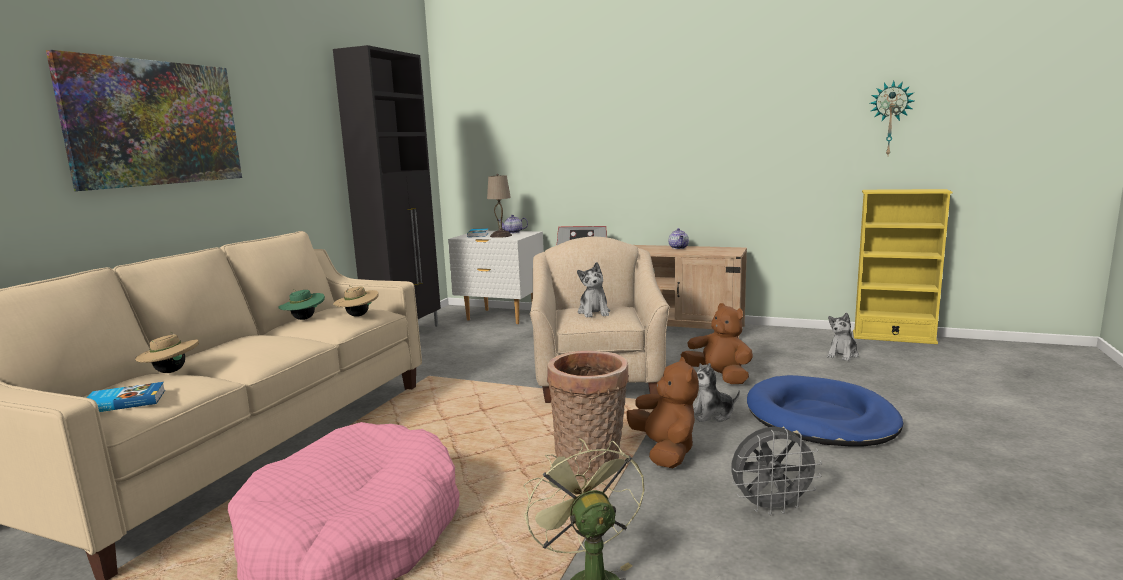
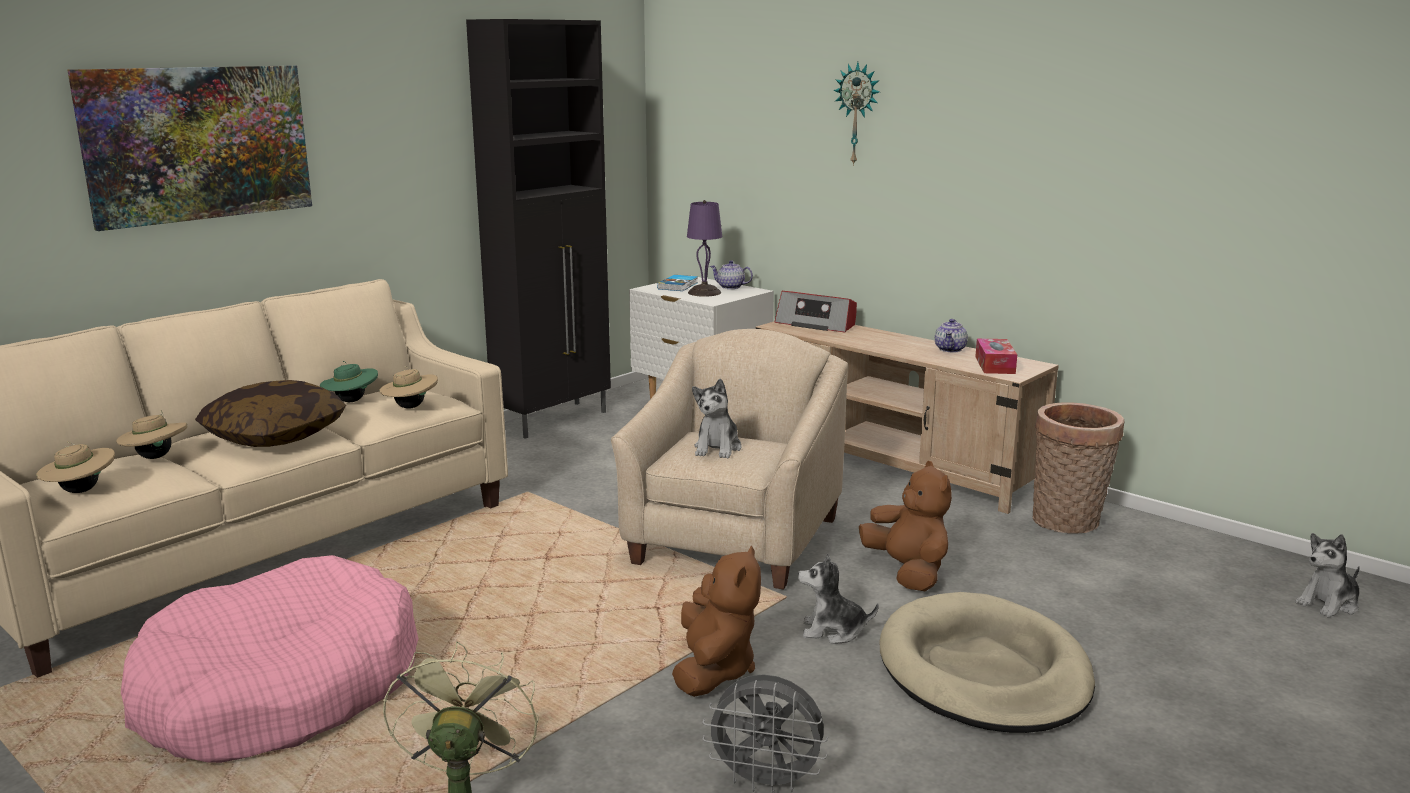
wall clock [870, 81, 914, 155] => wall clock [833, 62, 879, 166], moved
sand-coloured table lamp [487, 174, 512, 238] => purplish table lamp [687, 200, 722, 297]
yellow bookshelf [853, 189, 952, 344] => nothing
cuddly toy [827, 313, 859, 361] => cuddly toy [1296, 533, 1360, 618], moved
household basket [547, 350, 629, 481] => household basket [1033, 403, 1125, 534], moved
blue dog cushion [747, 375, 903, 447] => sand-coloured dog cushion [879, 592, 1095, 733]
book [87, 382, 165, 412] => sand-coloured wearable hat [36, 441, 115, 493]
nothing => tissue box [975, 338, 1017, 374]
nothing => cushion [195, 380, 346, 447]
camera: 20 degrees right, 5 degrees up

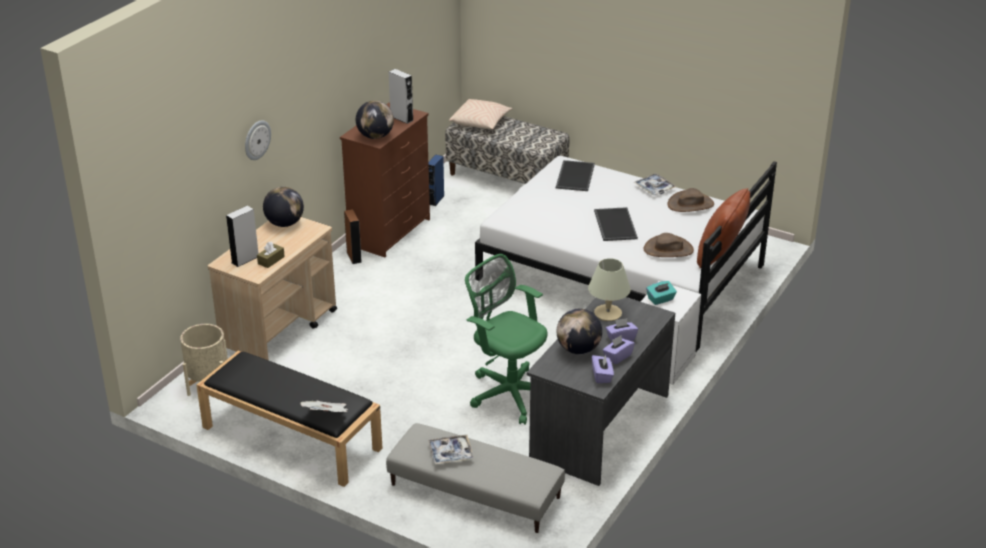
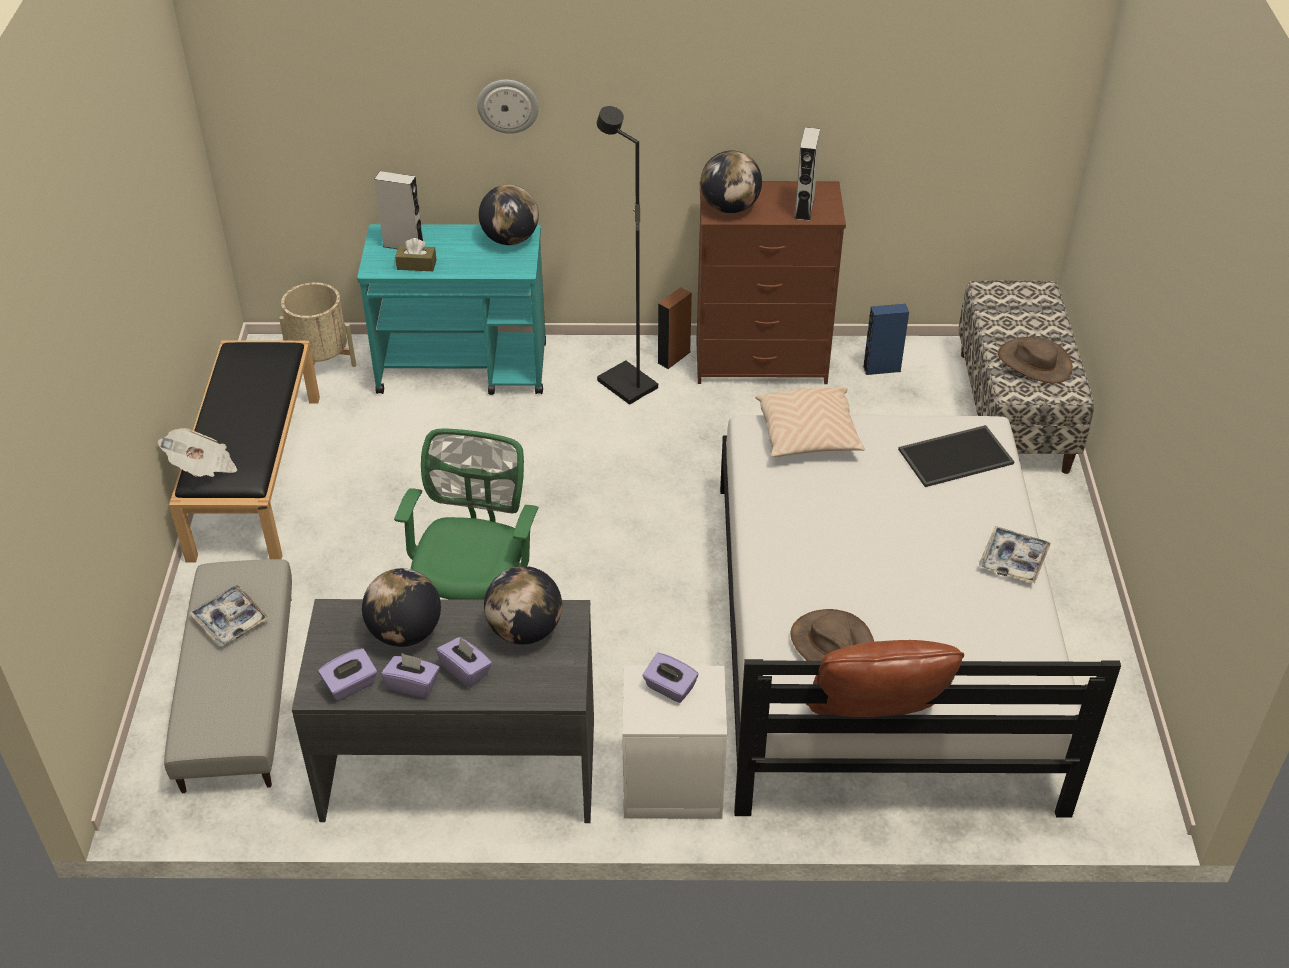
sand-coloured cushion [449, 99, 513, 129] => sand-coloured cushion [755, 387, 865, 457], moved
brown-coloured wearable hat [668, 188, 714, 212] => brown-coloured wearable hat [998, 337, 1073, 383], moved
serving tray [594, 207, 638, 241] => nothing
sand-coloured trolley [208, 217, 337, 360] => turquoise-coloured trolley [357, 224, 546, 395]
sand-coloured table lamp [588, 258, 631, 321] => desk globe [484, 566, 562, 644]
turquoise-coloured tissue box [646, 281, 677, 305] => purplish tissue box [642, 653, 698, 703]
nothing => black-coloured standing lamp [597, 106, 658, 405]
camera: 60 degrees right, 10 degrees up

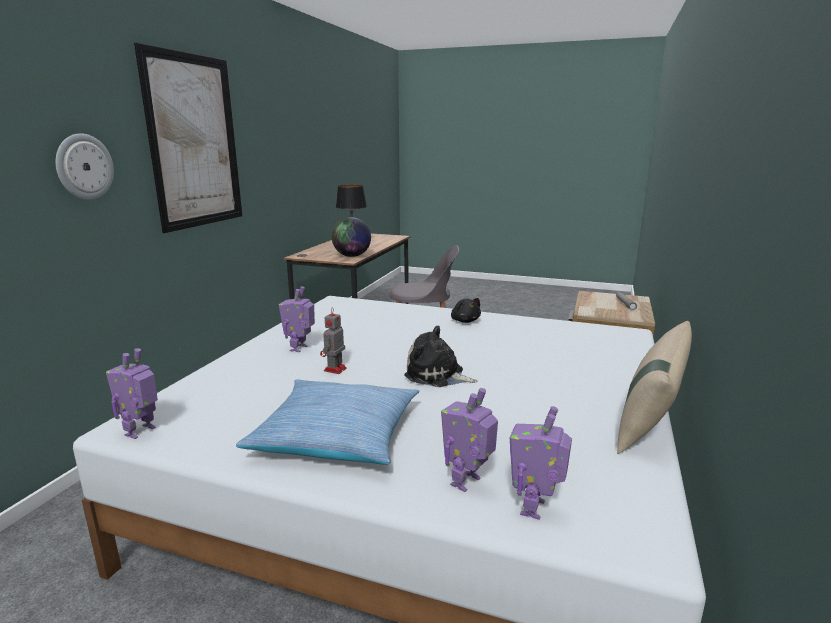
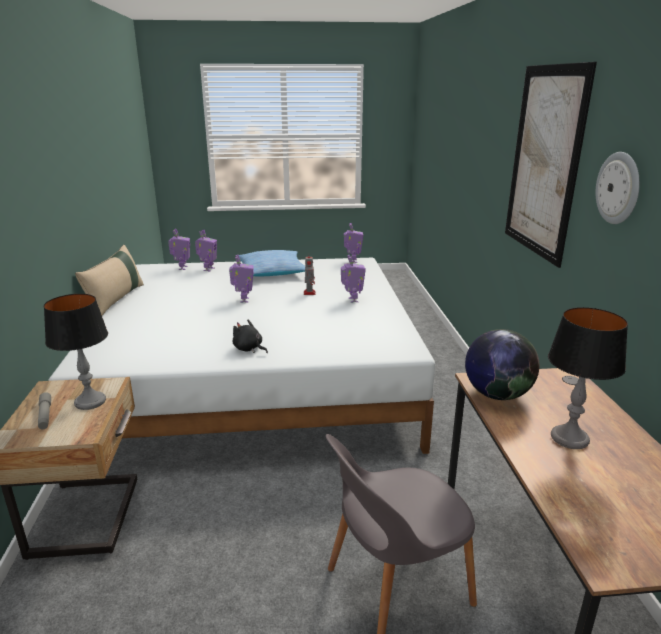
wall clock [56, 133, 114, 200] => wall clock [596, 152, 640, 224], moved
cuddly toy [404, 325, 478, 387] => model robot [229, 255, 254, 303]
nothing => table lamp [44, 294, 108, 410]
camera: 155 degrees right, 5 degrees up

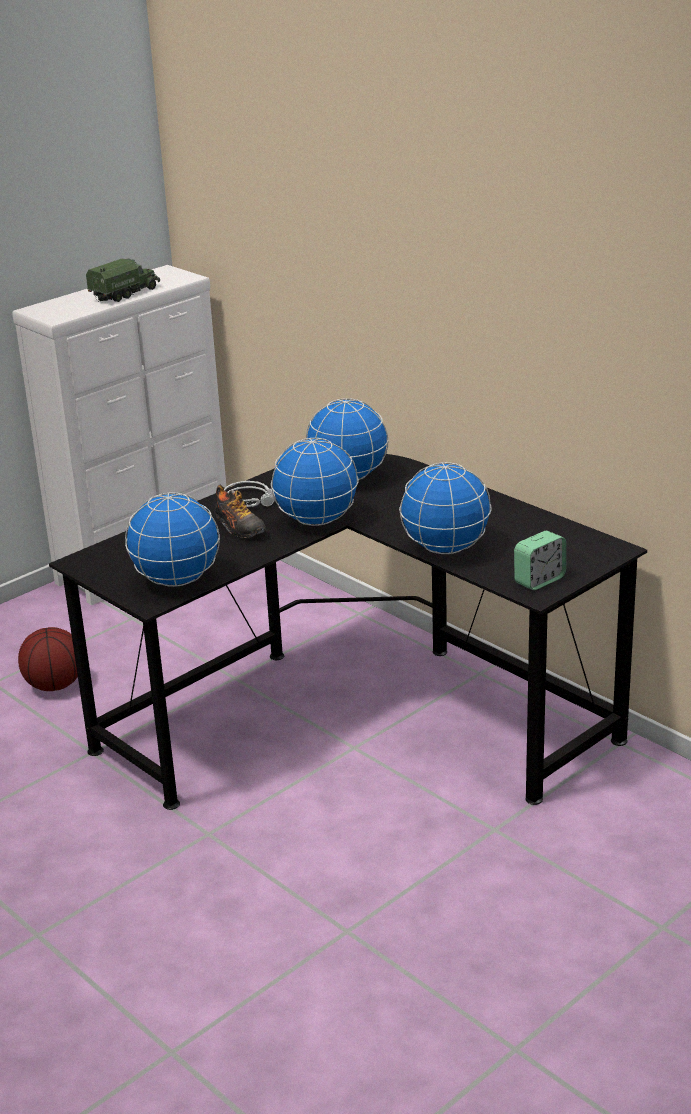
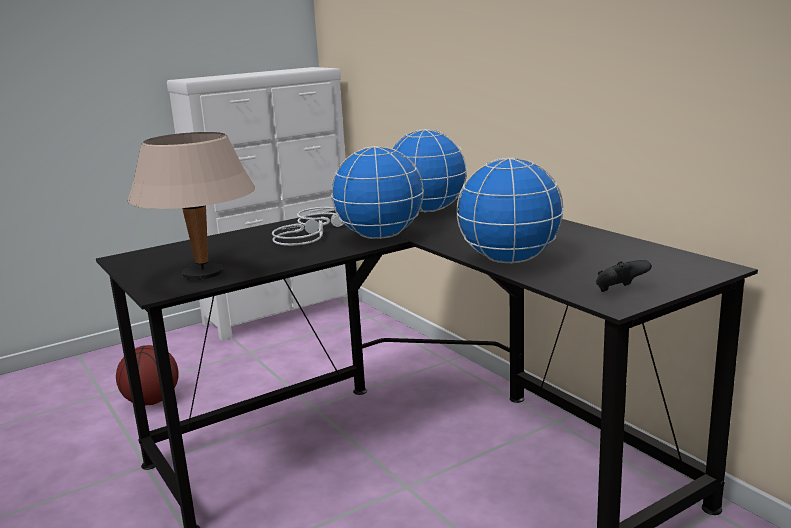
model truck [86, 258, 160, 302] => nothing
shoe [215, 485, 266, 538] => greyish headset [272, 219, 323, 246]
desk globe [125, 492, 220, 587] => sand-coloured table lamp [128, 132, 255, 280]
table clock [514, 531, 566, 590] => black-coloured gamepad [596, 260, 652, 292]
camera: 10 degrees right, 10 degrees down

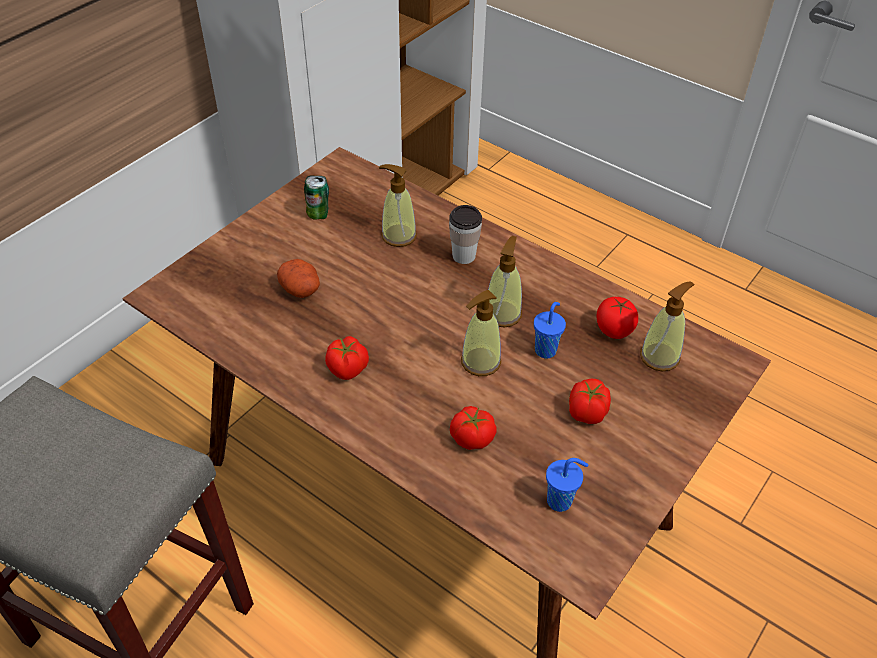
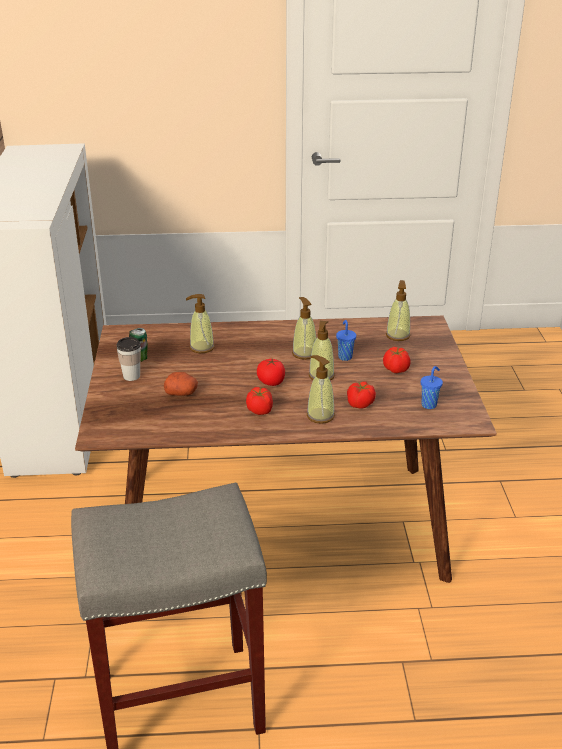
drinking cup [449, 205, 482, 264] => drinking cup [116, 337, 141, 381], moved
tomato [596, 297, 638, 339] => tomato [257, 358, 285, 386], moved
nothing => soap dispenser [307, 355, 335, 424]
camera: 40 degrees left, 15 degrees down

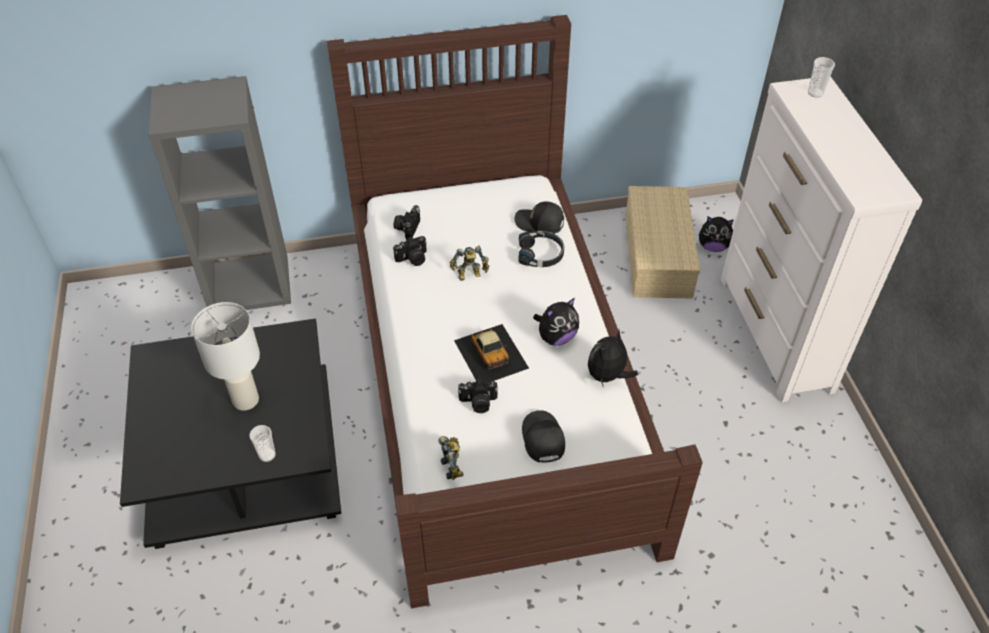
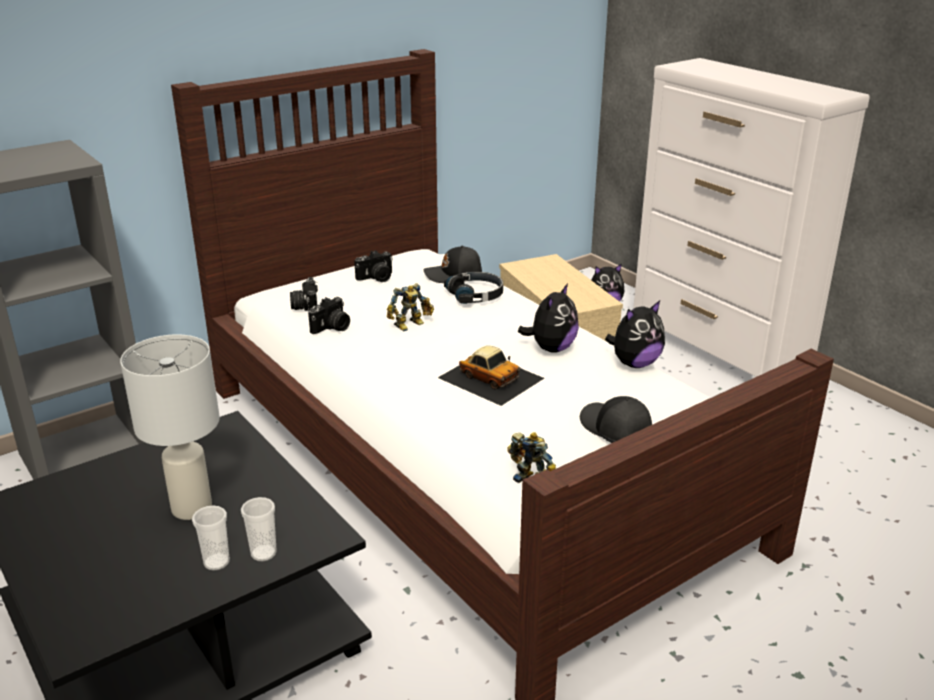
drinking cup [808, 57, 835, 98] => drinking cup [192, 505, 230, 571], moved
cuddly toy [588, 330, 638, 386] => cuddly toy [605, 301, 665, 368], 135 degrees counterclockwise
photo camera [458, 379, 498, 413] => photo camera [354, 250, 393, 282], moved
camera: 25 degrees left, 20 degrees down

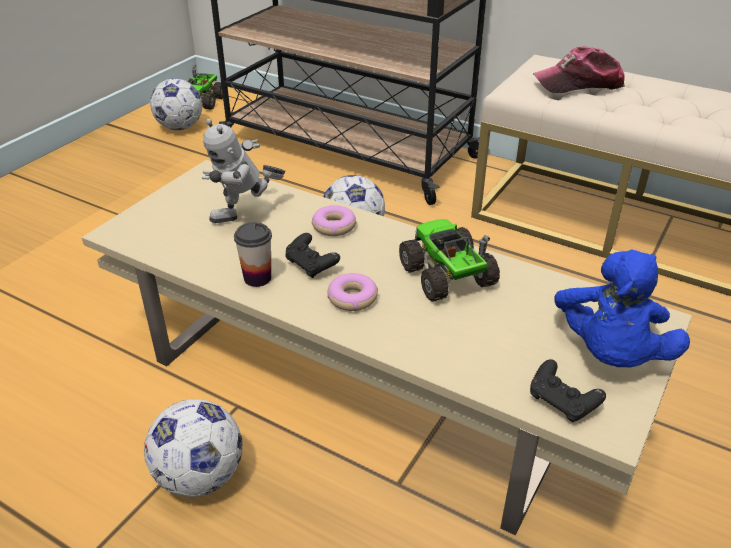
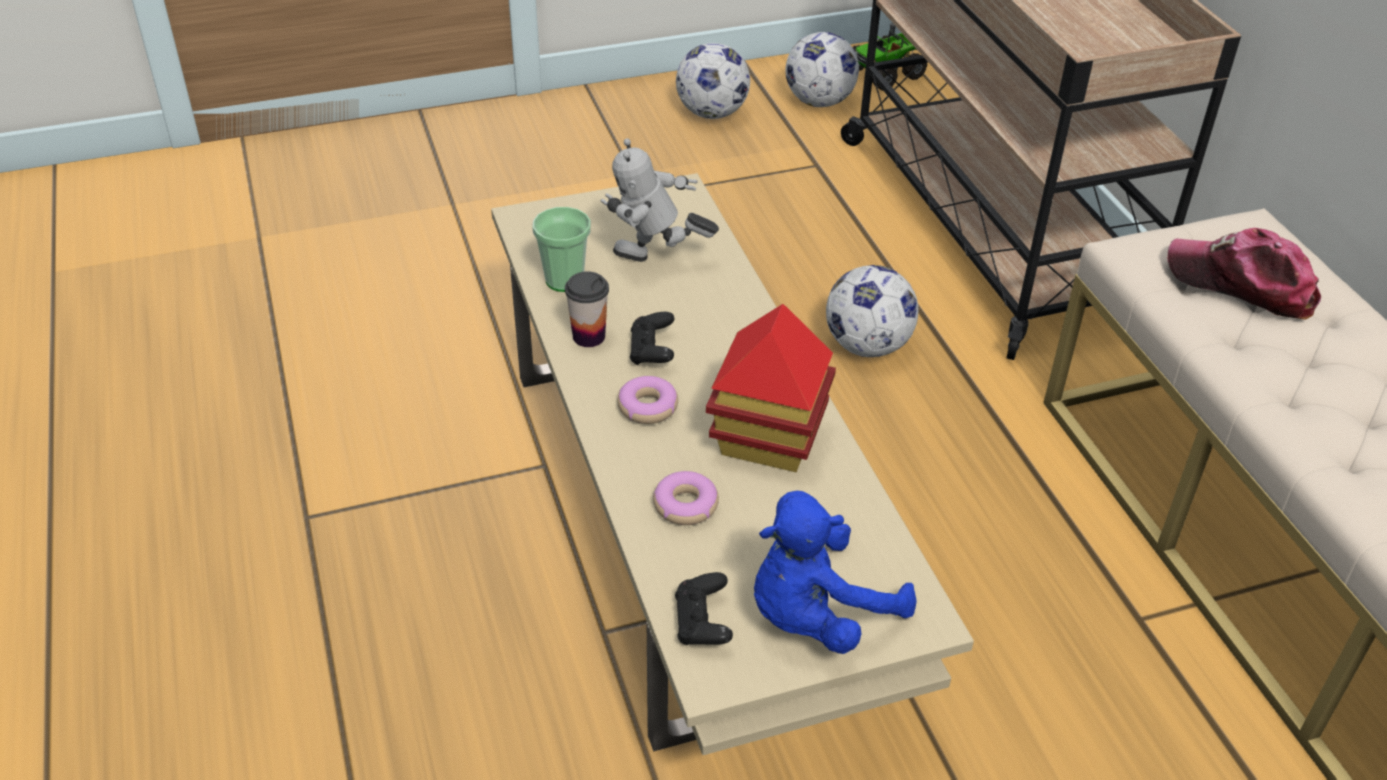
doughnut [312, 205, 356, 236] => doughnut [653, 471, 719, 525], moved
model truck [399, 219, 500, 302] => toy house [706, 304, 836, 472]
ball for football [144, 399, 242, 497] => ball for football [676, 43, 750, 119], moved
nothing => drinking cup [532, 207, 591, 292]
camera: 40 degrees right, 5 degrees up

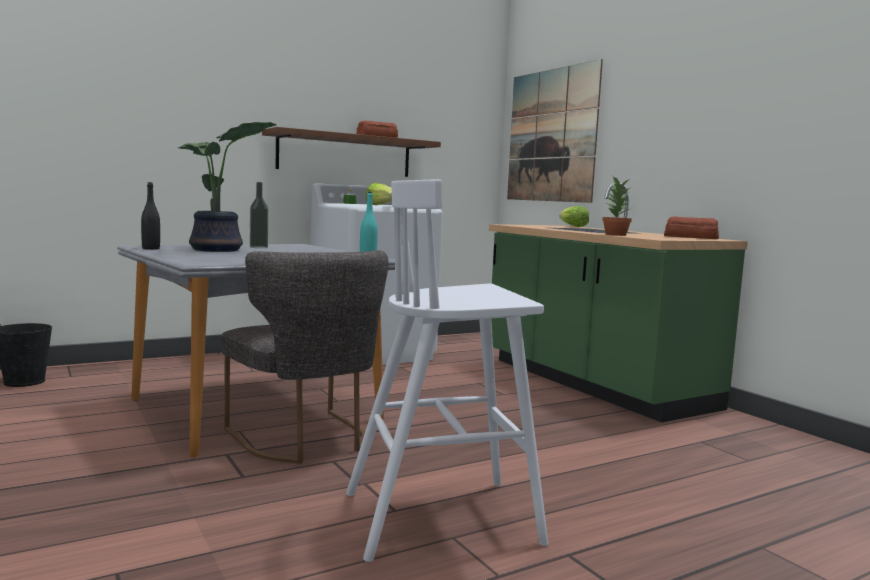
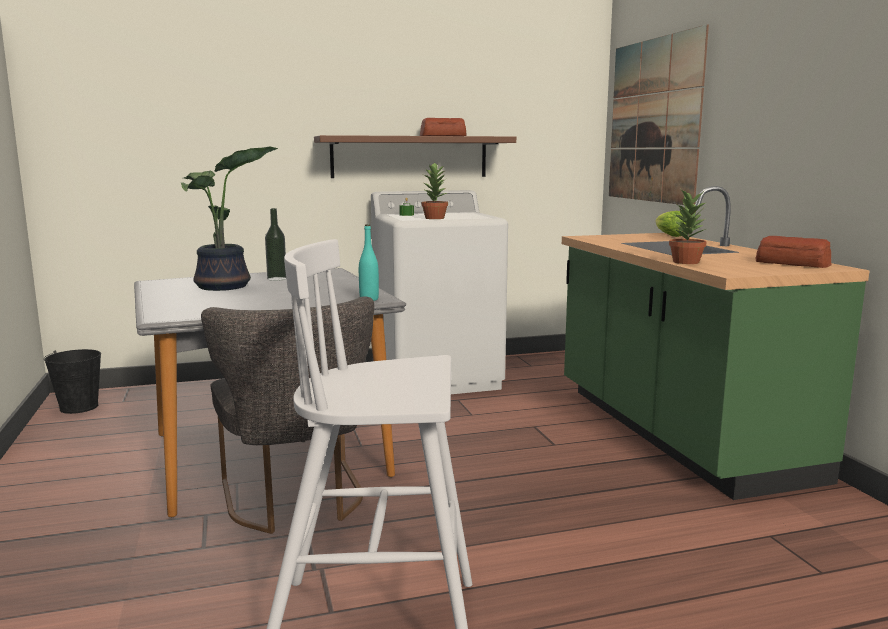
black-coloured beverage bottle [141, 182, 160, 250] => nothing
lettuce head [366, 183, 392, 205] => houseplant [421, 162, 448, 219]
camera: 15 degrees right, 5 degrees up

